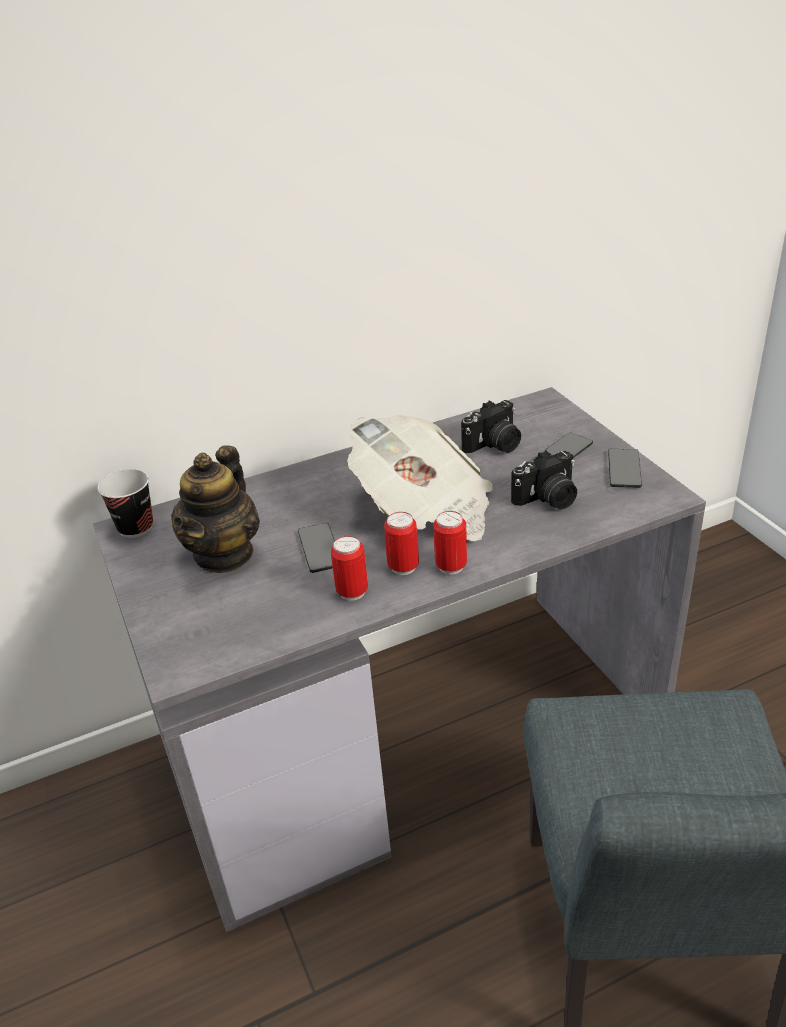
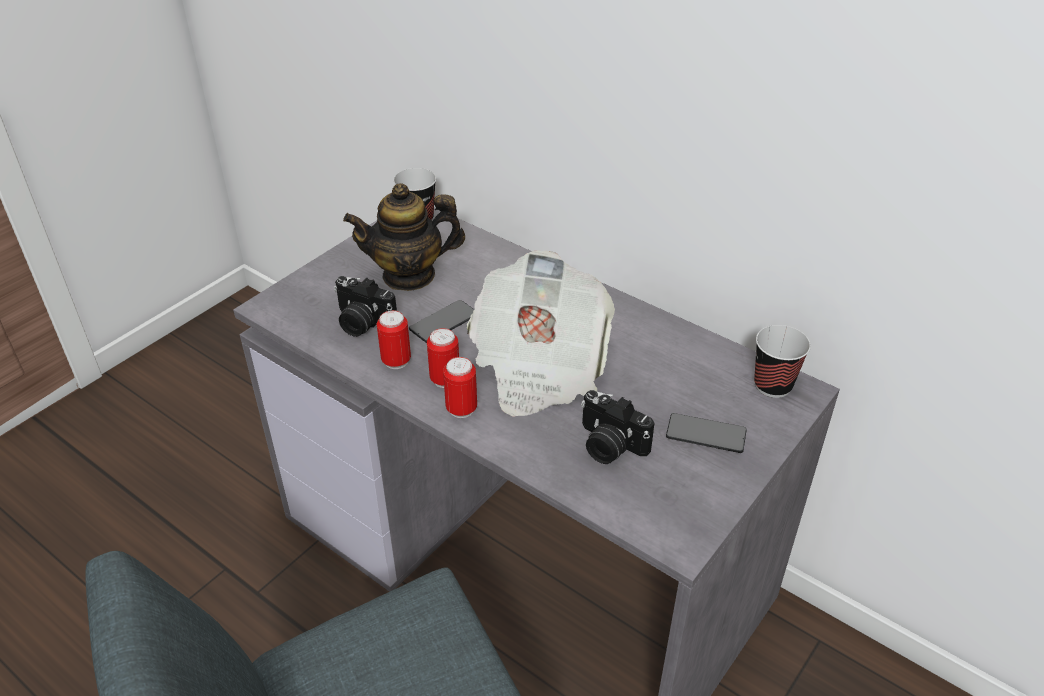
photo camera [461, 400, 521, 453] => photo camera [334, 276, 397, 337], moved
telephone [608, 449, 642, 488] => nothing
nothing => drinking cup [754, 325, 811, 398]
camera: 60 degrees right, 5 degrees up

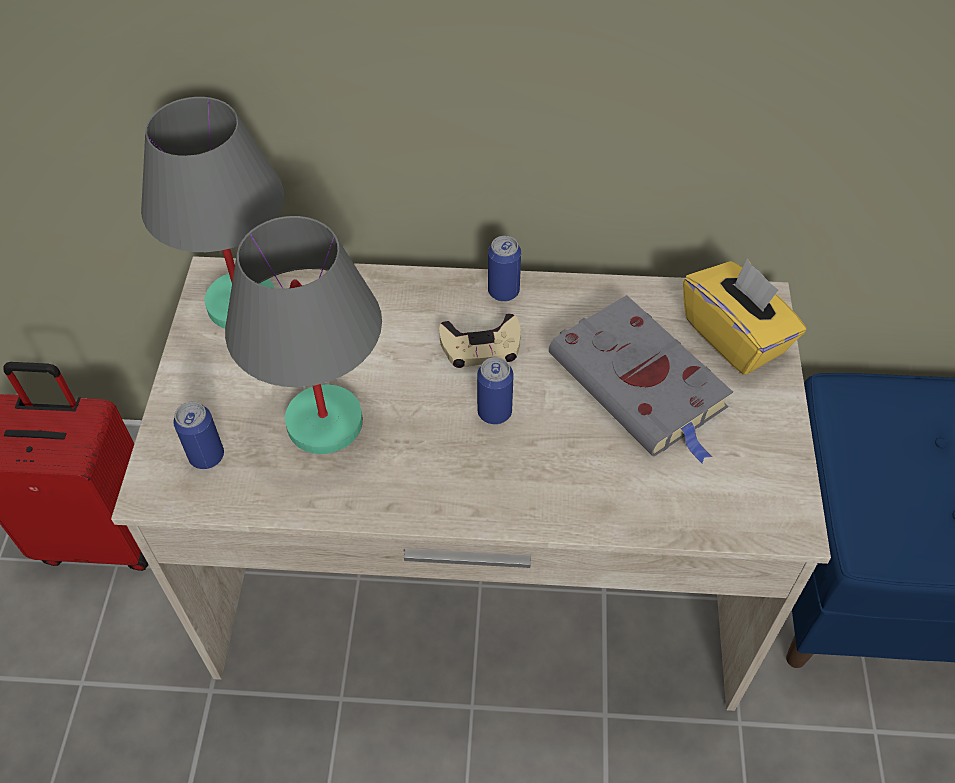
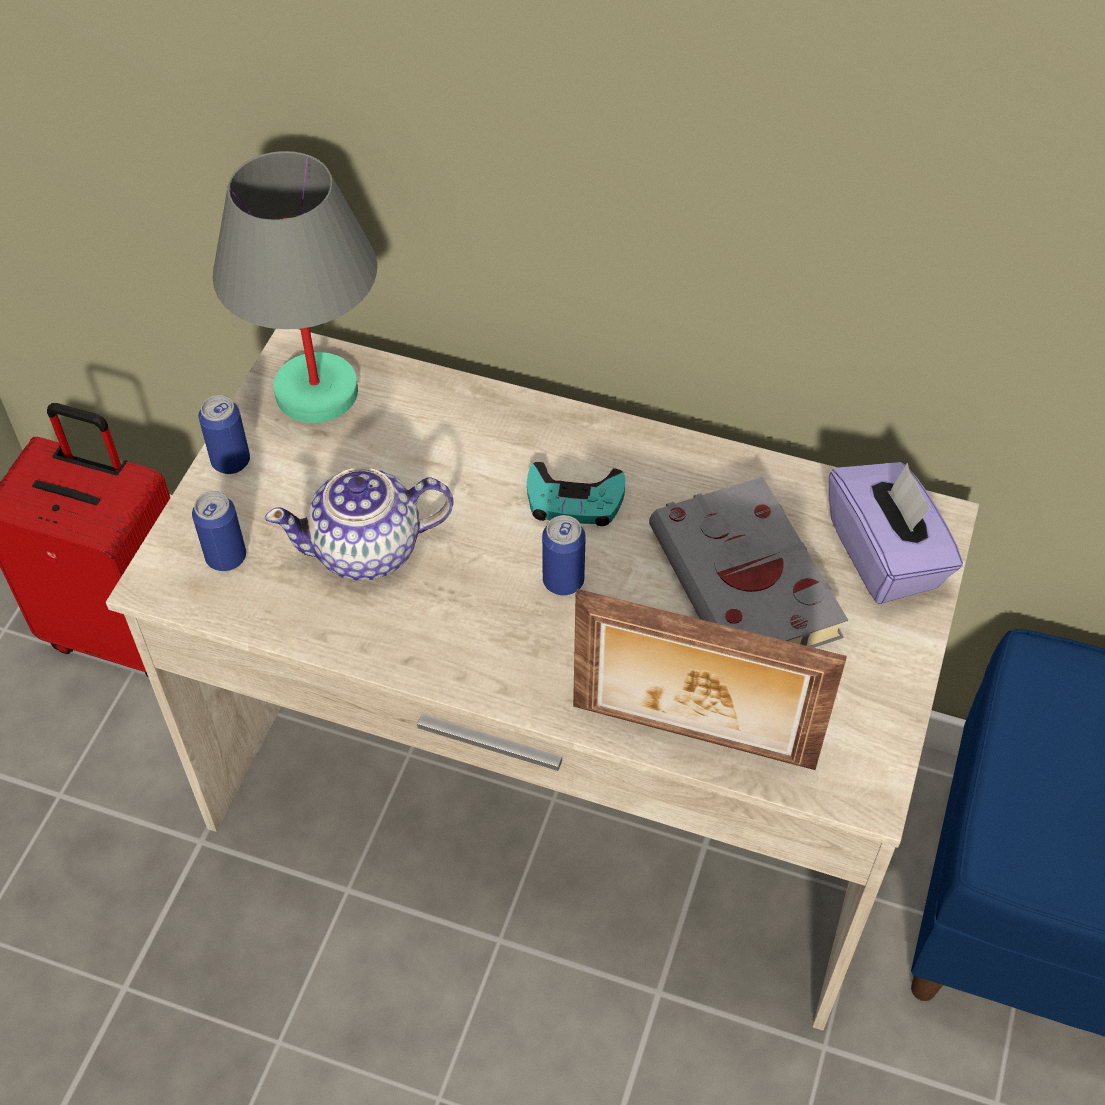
greyish table lamp [225, 216, 382, 454] => tea pot [265, 467, 454, 580]
can [488, 236, 521, 302] => can [198, 395, 250, 474], moved
yellow tissue box [683, 258, 806, 375] => purplish tissue box [829, 462, 963, 604]
sand-coloured gamepad [439, 314, 521, 368] => turquoise-coloured gamepad [527, 462, 625, 526]
nothing => standing frame [573, 589, 847, 770]
camera: 15 degrees right, 0 degrees up

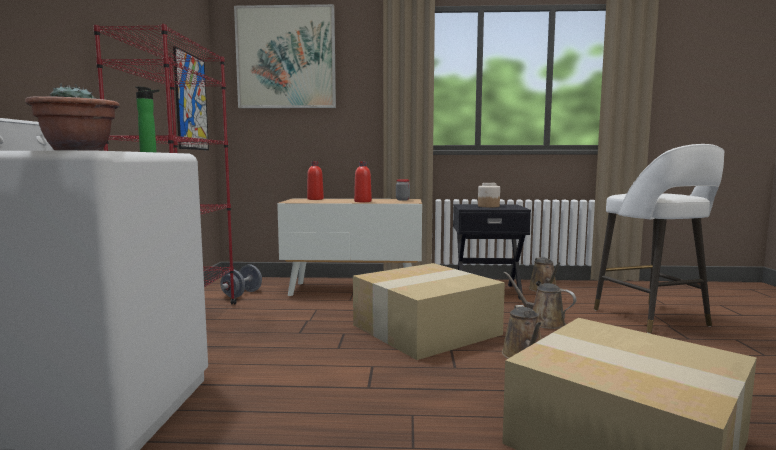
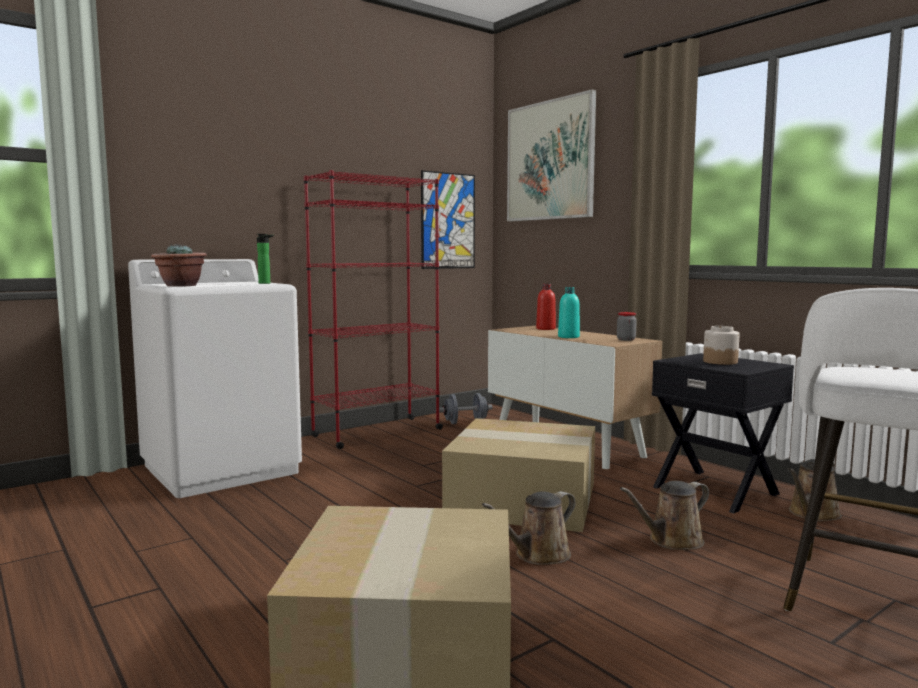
red-coloured beverage bottle [354, 161, 372, 202] => turquoise-coloured beverage bottle [558, 287, 580, 338]
brown-coloured watering can [504, 272, 576, 329] => brown-coloured watering can [620, 481, 709, 550], 120 degrees counterclockwise
camera: 50 degrees right, 0 degrees up

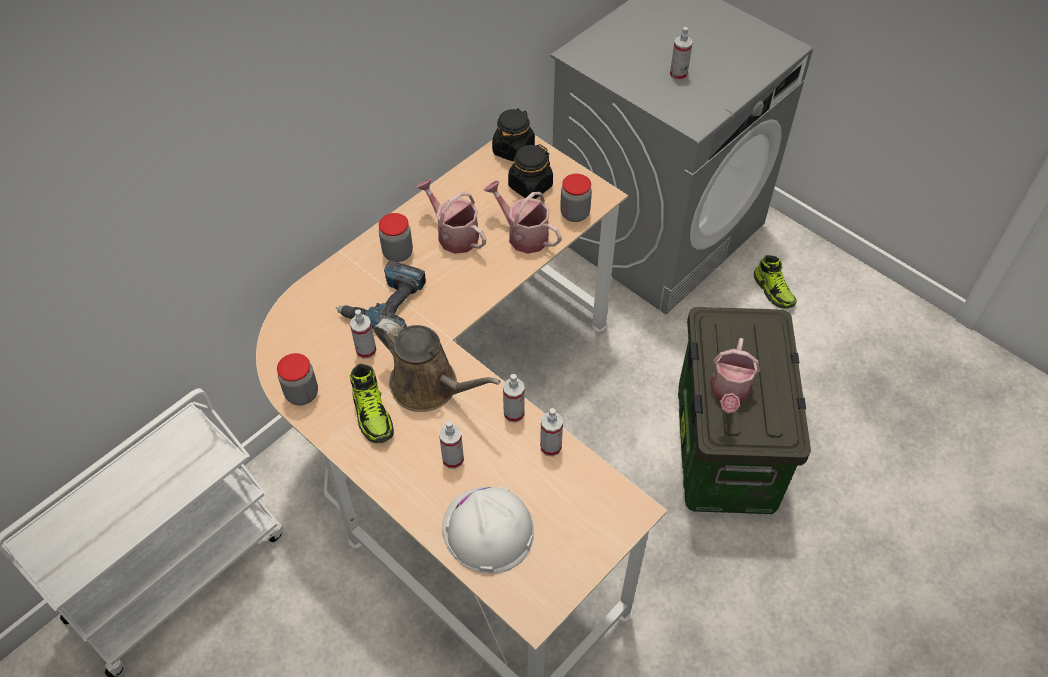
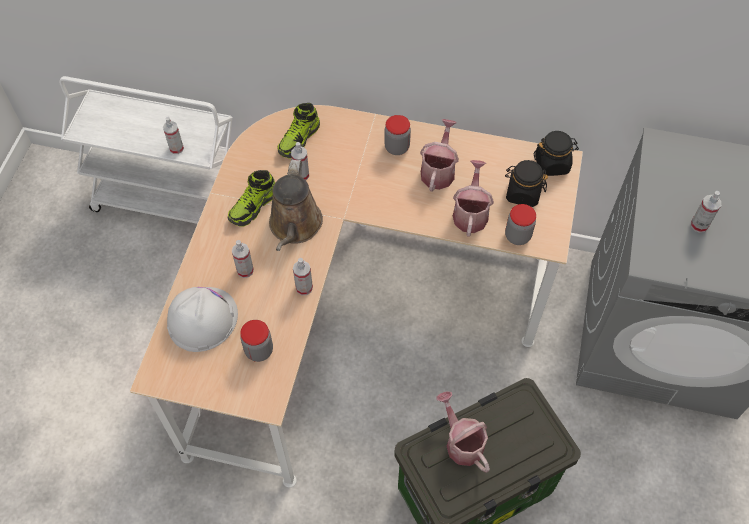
shoe [754, 255, 797, 309] => shoe [277, 103, 320, 158], moved
drill [336, 260, 426, 329] => nothing
watering can [710, 338, 760, 413] => watering can [436, 391, 490, 473], 75 degrees clockwise
jar [277, 353, 318, 405] => jar [240, 320, 273, 362], moved
sprayer [540, 408, 563, 457] => sprayer [163, 117, 184, 154], moved
camera: 60 degrees right, 5 degrees up

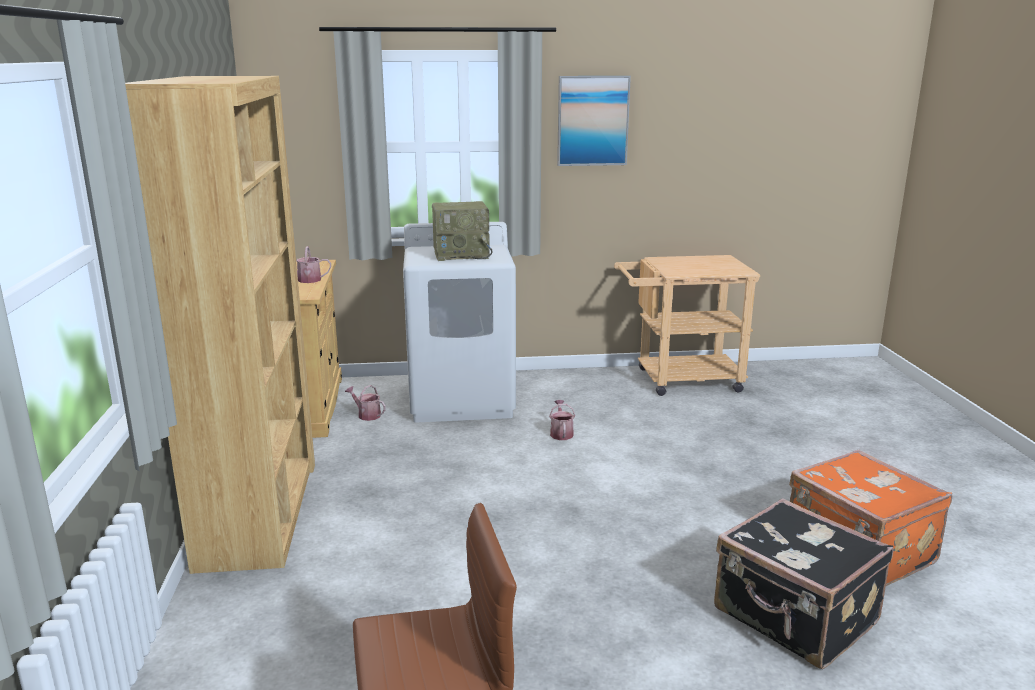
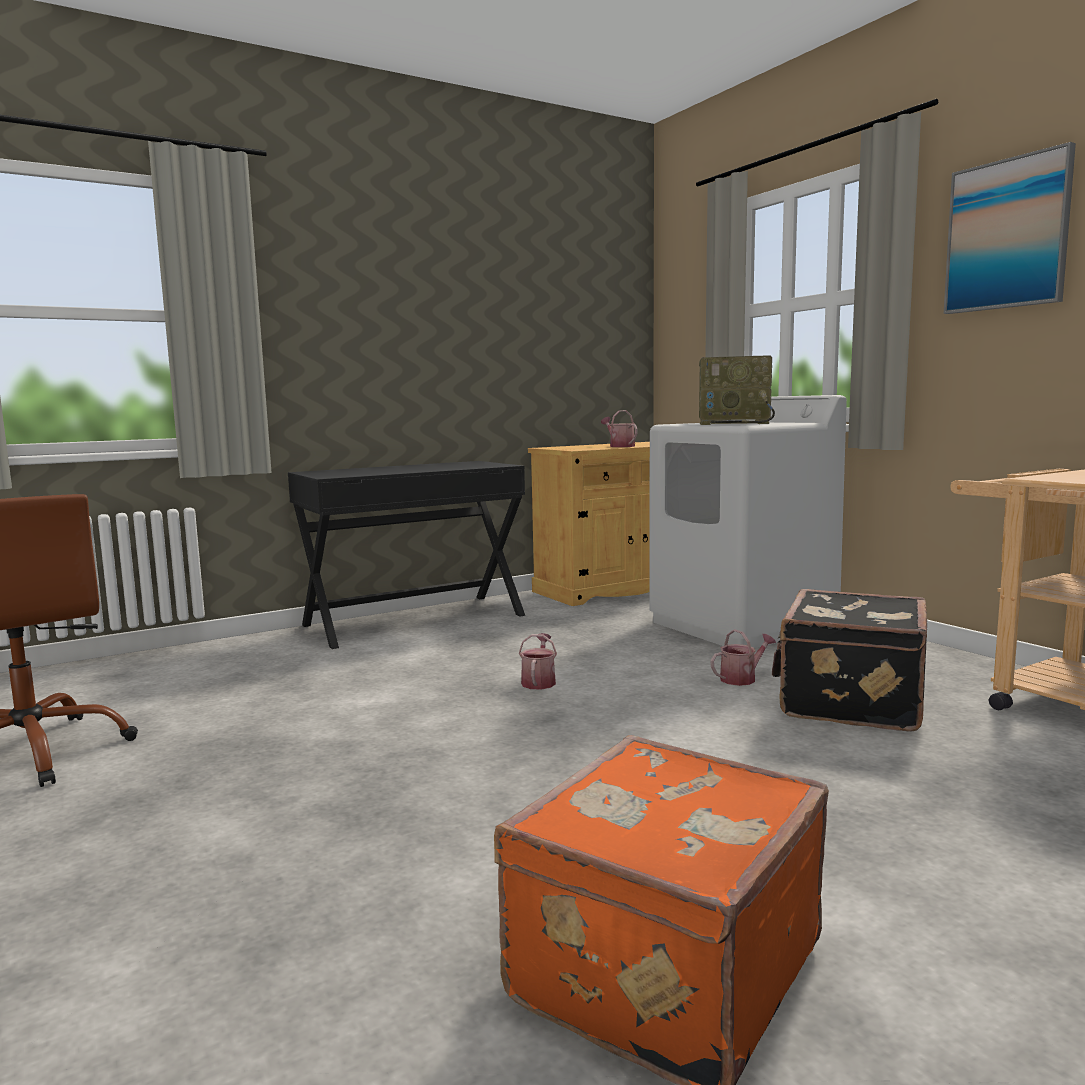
brown-coloured bookshelf [125, 76, 315, 574] => black-coloured desk unit [288, 461, 525, 649]
radio set [432, 201, 493, 261] => radio set [699, 355, 775, 425], 45 degrees counterclockwise
watering can [345, 385, 386, 421] => watering can [519, 633, 557, 690], moved
black-coloured travel case [714, 498, 894, 669] => black-coloured travel case [772, 589, 927, 732], moved
camera: 65 degrees right, 10 degrees down

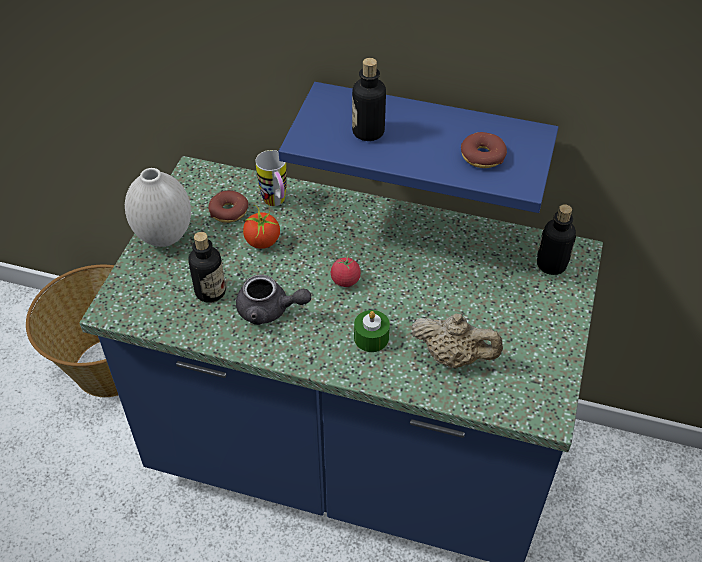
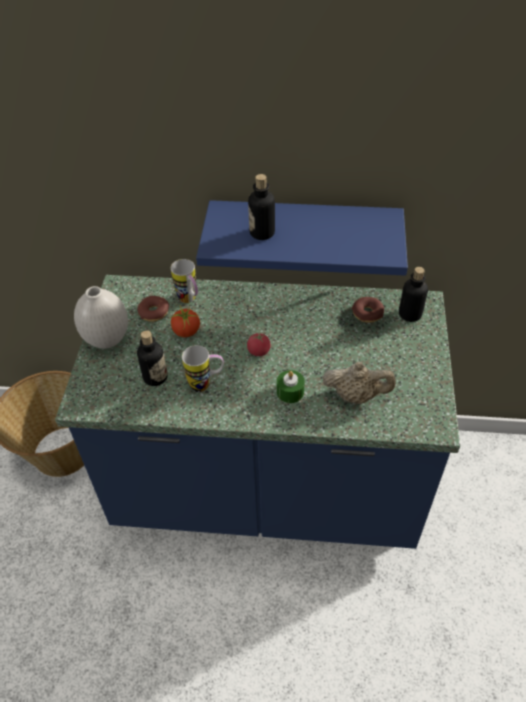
doughnut [461, 132, 507, 168] => doughnut [352, 297, 384, 323], moved
greyish tea pot [236, 275, 311, 325] => coffee mug [182, 345, 224, 392]
camera: 10 degrees left, 0 degrees up

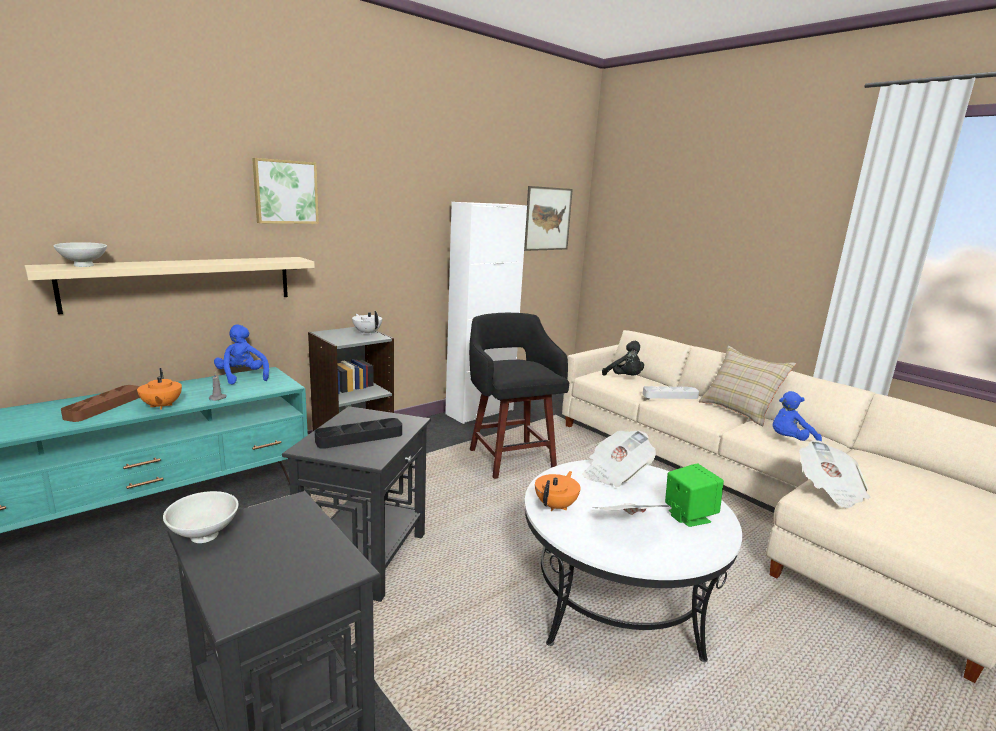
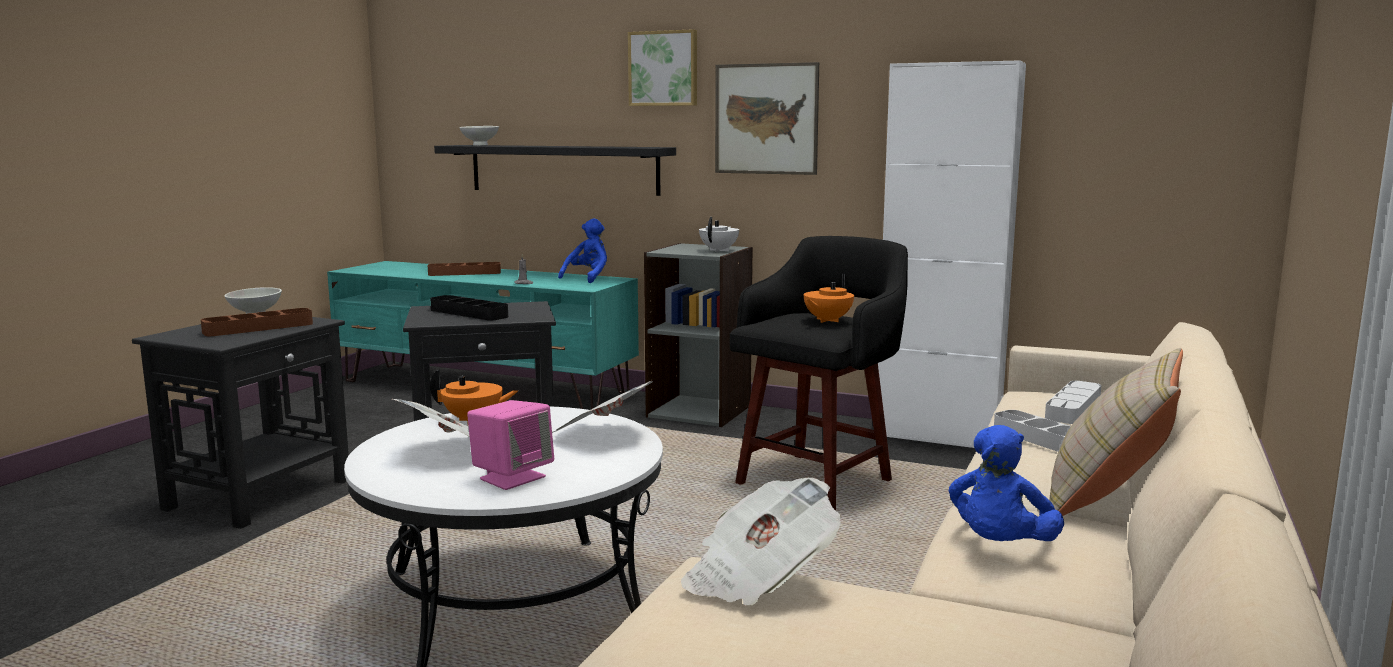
picture [524, 186, 573, 251] => picture [715, 62, 819, 175], moved
sand-coloured wall shelf [25, 257, 315, 314] => black-coloured wall shelf [434, 145, 676, 196]
black-coloured cuddly toy [602, 341, 644, 376] => greyish serving tray [1045, 381, 1102, 424]
orangey tea pot [137, 368, 182, 410] => orangey tea pot [804, 274, 854, 323], moved
blue cuddly toy [773, 391, 822, 442] => blue cuddly toy [949, 425, 1064, 541], 105 degrees counterclockwise
greenish audio speaker [665, 463, 724, 527] => pink audio speaker [467, 400, 554, 490]
nothing => brown-coloured serving tray [201, 308, 313, 336]
camera: 65 degrees right, 5 degrees down

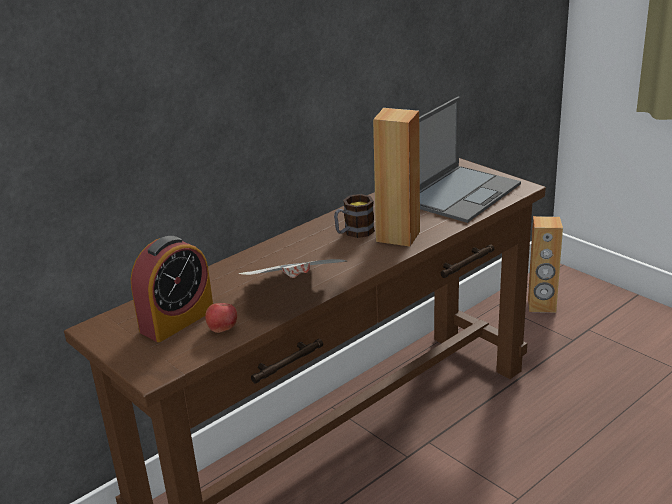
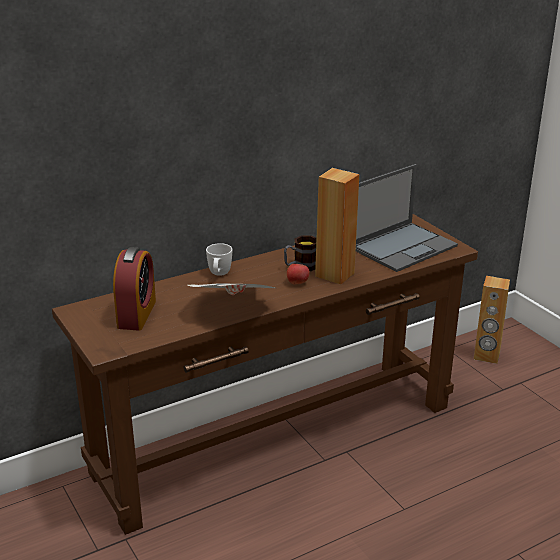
table clock [131, 236, 213, 342] => table clock [113, 247, 156, 331], 45 degrees counterclockwise
whole apple [205, 303, 237, 333] => whole apple [287, 264, 310, 285], moved
nothing => whitish coffee mug [206, 243, 233, 276]
camera: 10 degrees right, 0 degrees up

